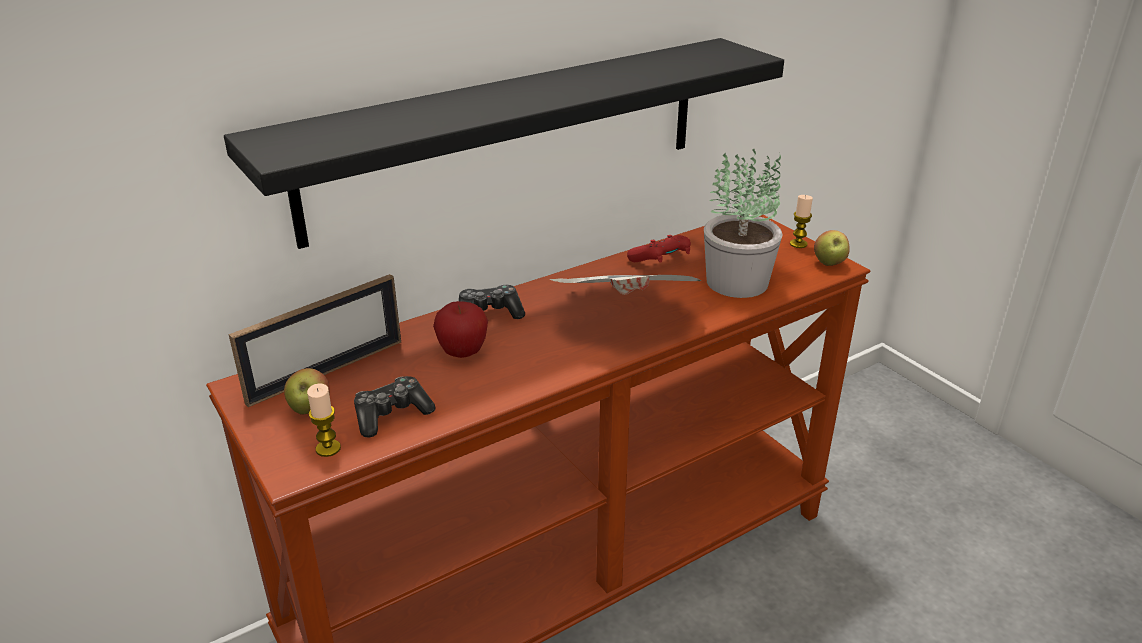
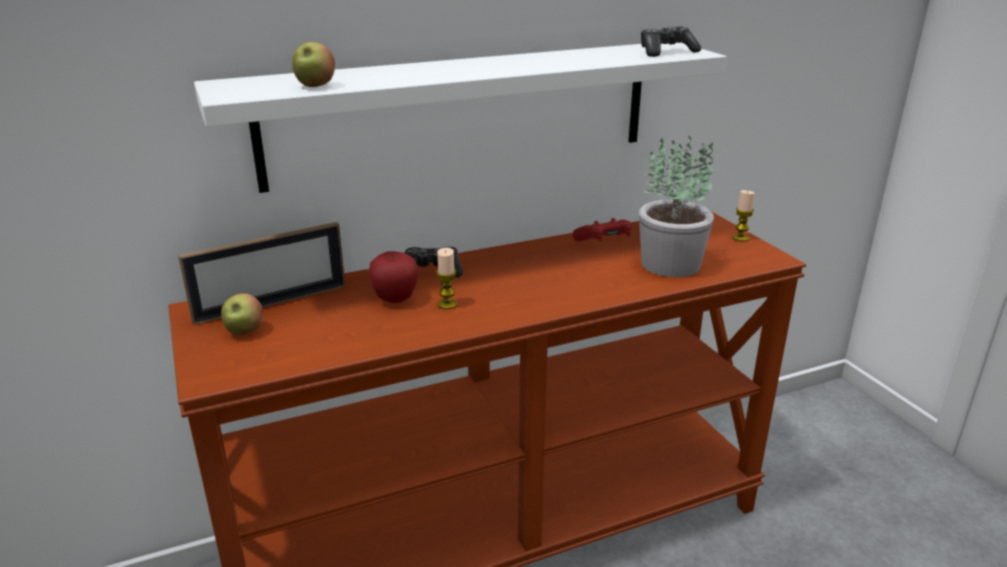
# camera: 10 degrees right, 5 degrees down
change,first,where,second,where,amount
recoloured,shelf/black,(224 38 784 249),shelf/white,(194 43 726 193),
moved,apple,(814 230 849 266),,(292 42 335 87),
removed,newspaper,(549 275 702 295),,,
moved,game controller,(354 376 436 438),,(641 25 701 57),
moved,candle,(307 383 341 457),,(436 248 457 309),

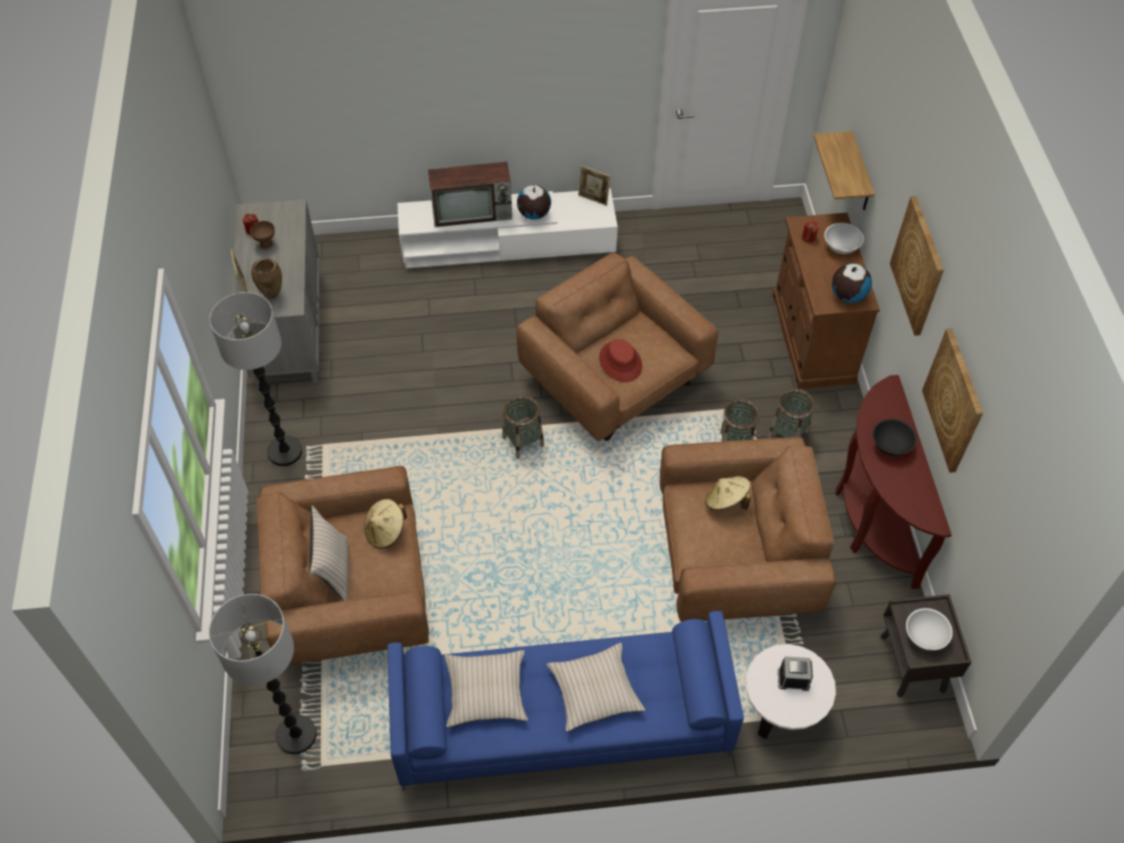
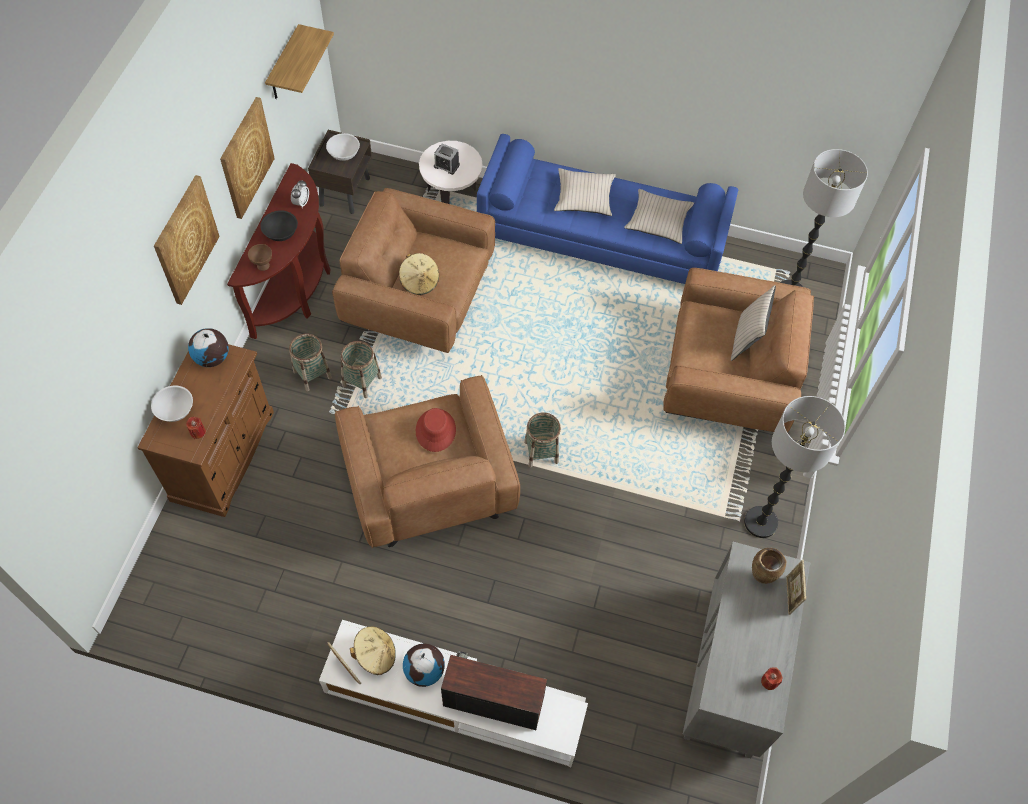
# camera: 160 degrees left, 5 degrees up
change,first,where,second,where,amount
moved,shelf,(814 131 875 210),,(265 24 334 99),
moved,bowl/brown,(250 221 275 249),,(248 244 272 271),
moved,hat/beige,(364 499 407 549),,(350 627 396 675),
added,,,alarm clock,(291 180 309 208),

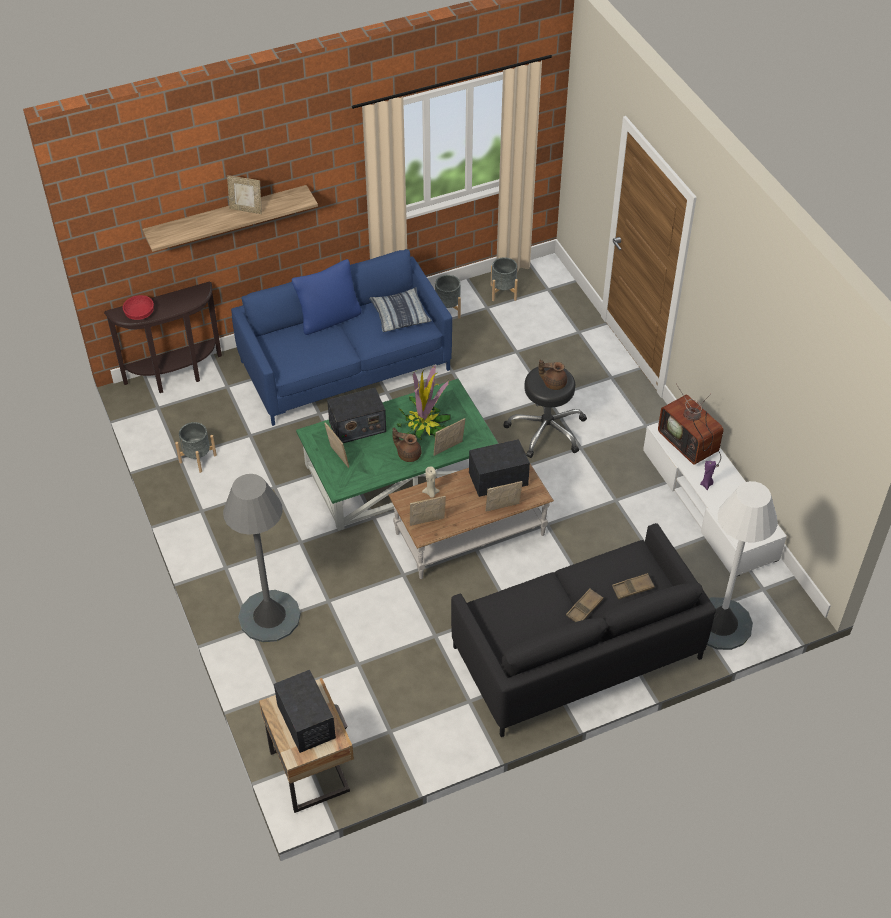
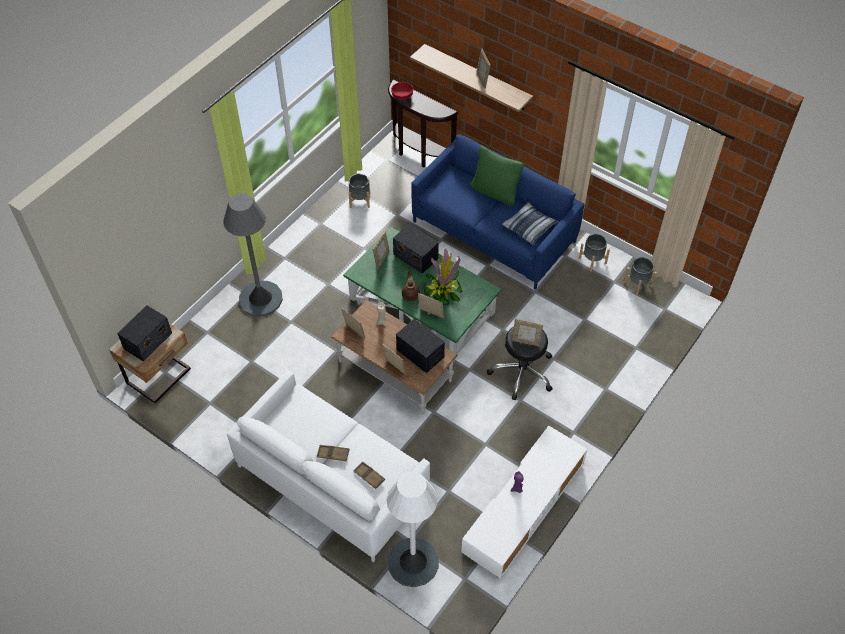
# camera: 60 degrees right, 5 degrees up
change,first,where,second,where,amount
recoloured,pillow/blue,(292 259 361 335),pillow/green,(470 145 524 206),
replaced,teapot/brown,(538 360 567 390),picture frame,(512 319 543 347),
removed,television,(658 384 723 467),,,
recoloured,sofa/black,(451 523 716 737),sofa/white,(227 370 430 562),

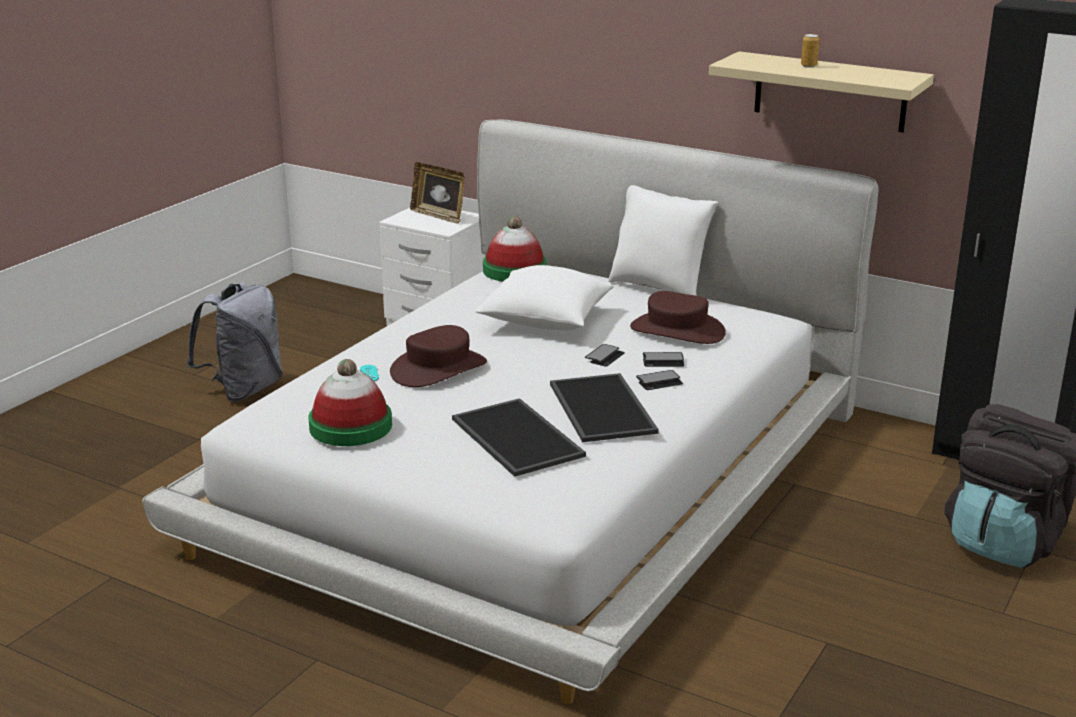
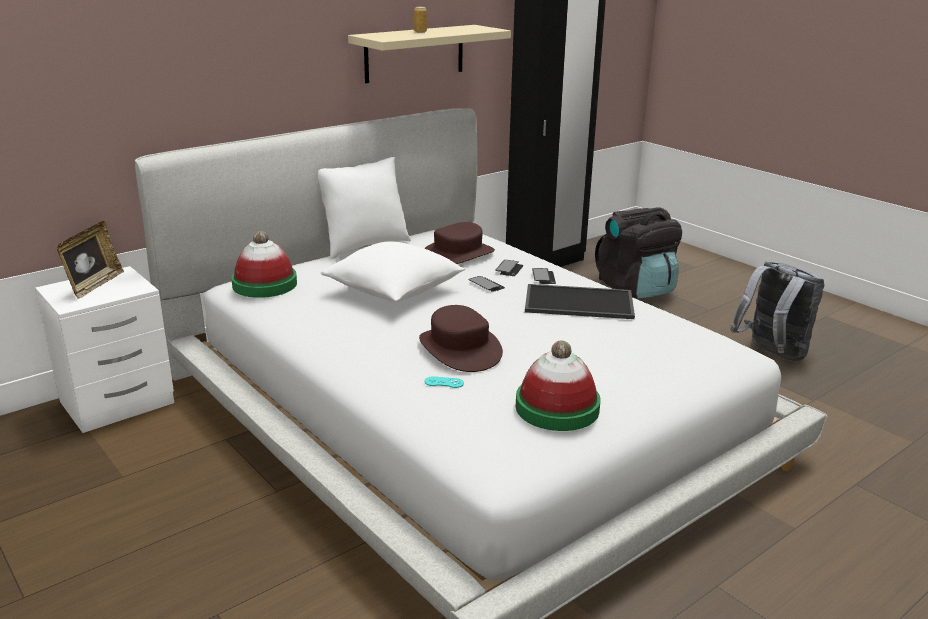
# camera: 70 degrees left, 0 degrees up
change,first,where,second,where,amount
turned,picture frame,(410 162 465 224),,(57 221 124 298),45 degrees counterclockwise
moved,backpack/grey,(187 282 283 401),,(731 262 825 362),
removed,tray,(452 398 586 477),,,

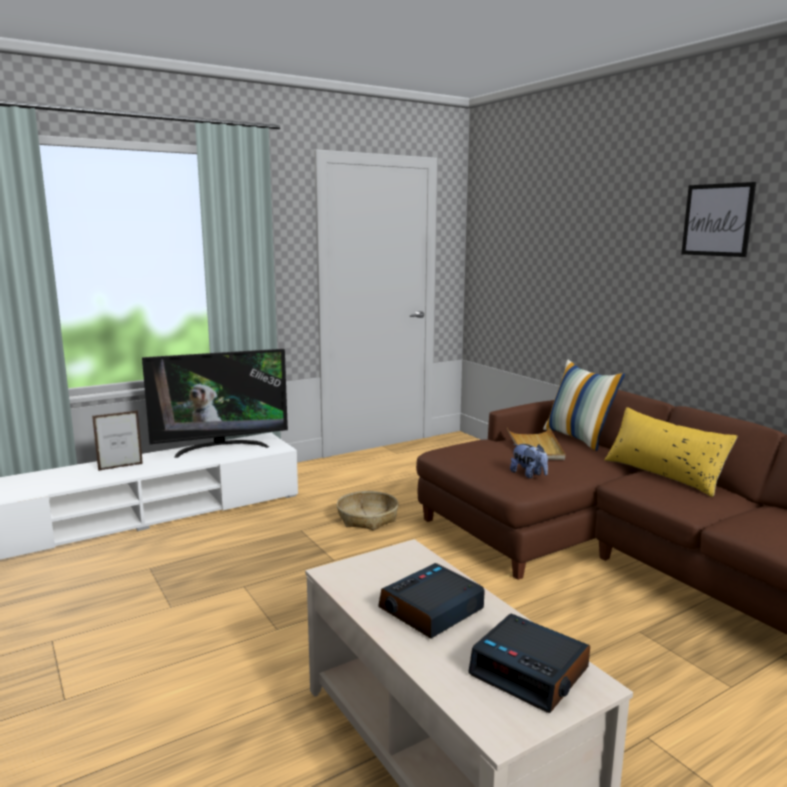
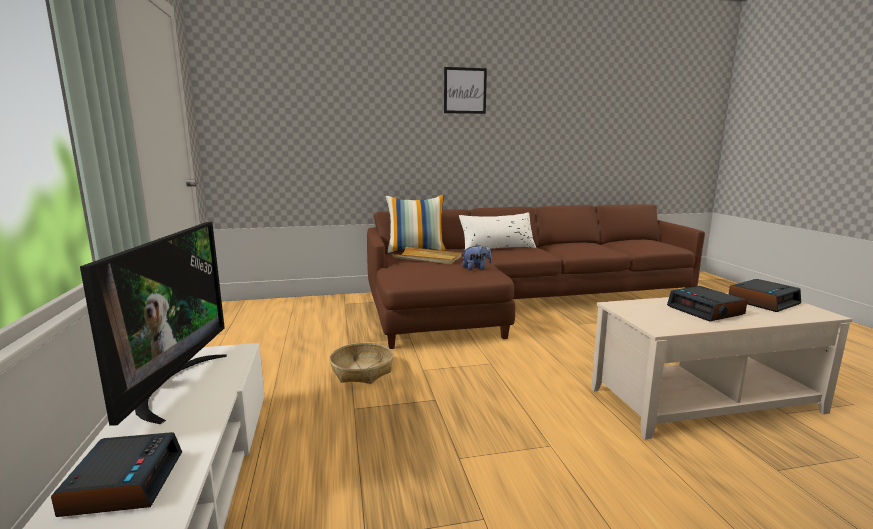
# camera: 70 degrees left, 0 degrees up
change,first,where,second,where,amount
recoloured,pillow/yellow,(604 407 738 497),pillow/white,(459 212 536 249),
replaced,picture frame,(92 410 143 471),alarm clock,(51 432 182 517),

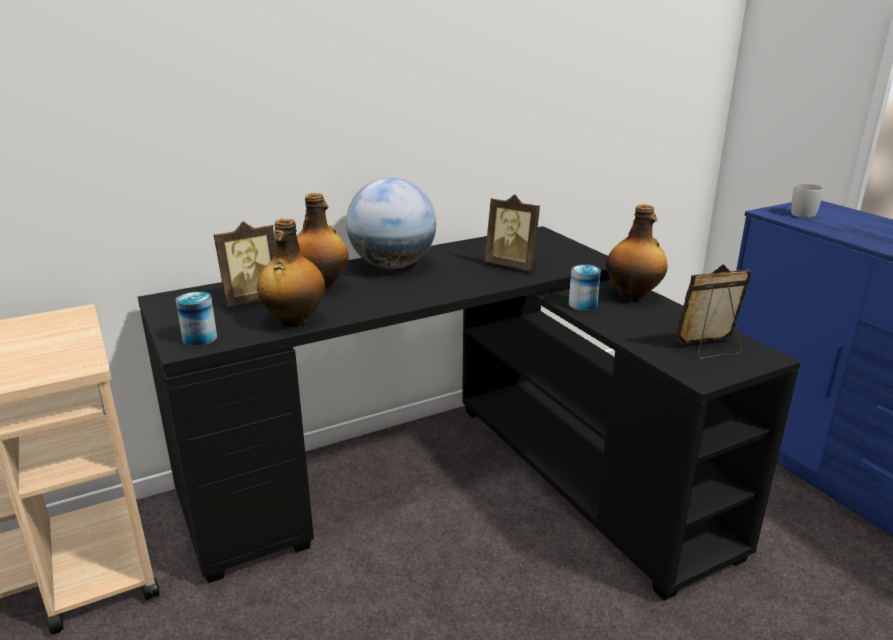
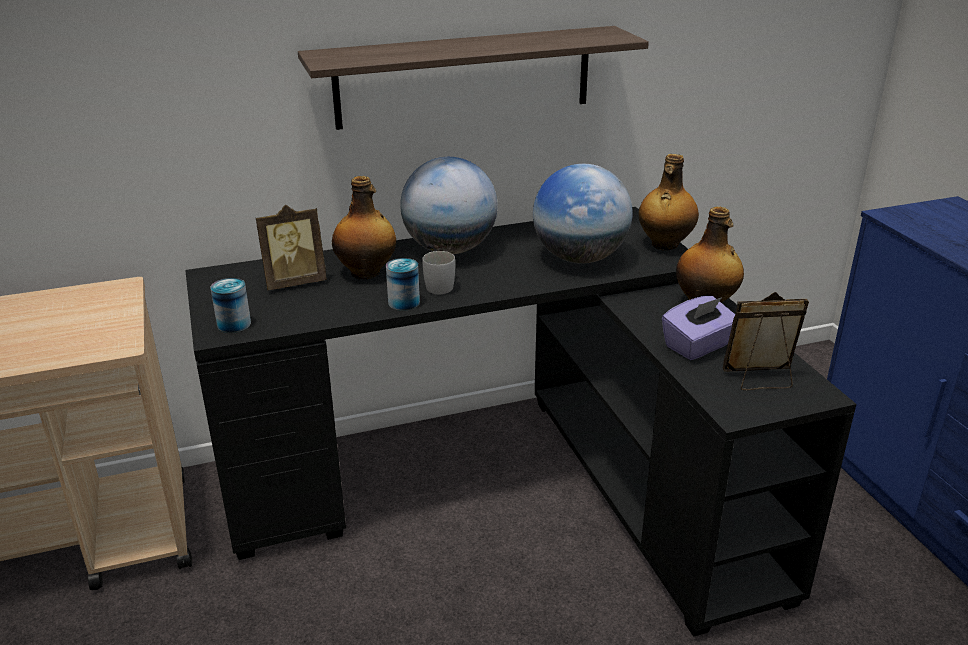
# camera: 10 degrees right, 5 degrees up
change,first,where,second,where,amount
moved,mug/white,(791 183 824 218),,(423 251 455 294),
replaced,picture frame,(485 194 540 271),globe,(533 164 633 264),
moved,bottle,(257 219 325 327),,(638 154 699 250),
moved,can,(569 264 601 311),,(386 258 420 311),
added,,,shelf,(298 26 649 130),
added,,,tissue box/purple,(662 296 735 360),

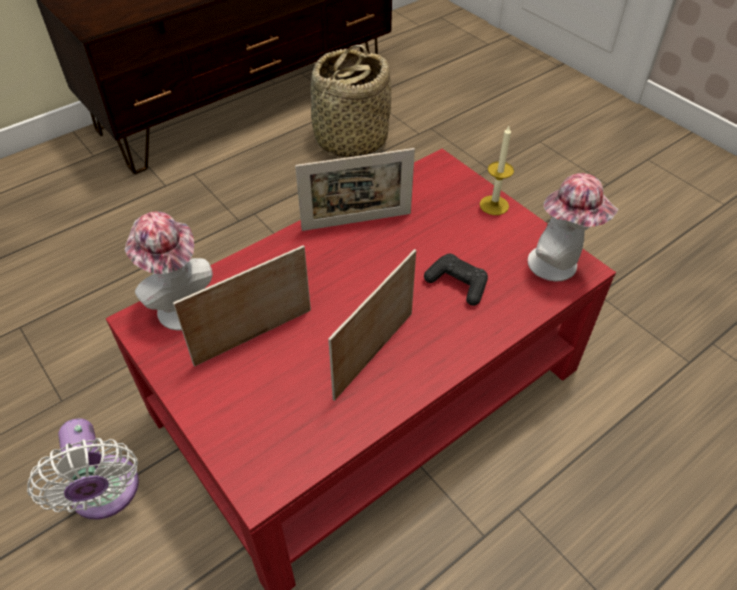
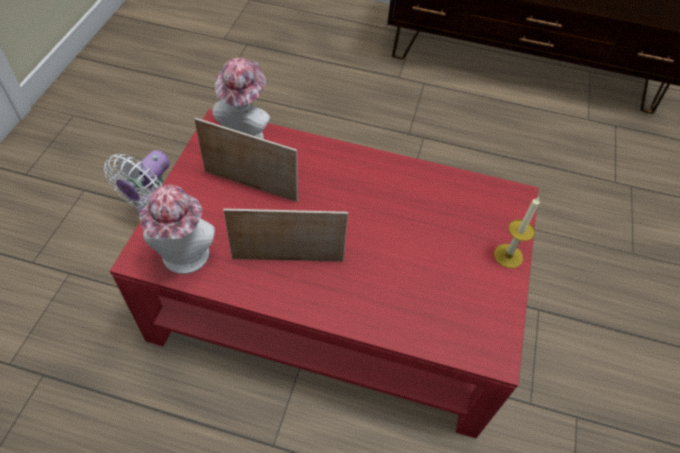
# camera: 50 degrees right, 5 degrees up
change,first,where,second,where,amount
removed,basket,(311 45 391 157),,,
removed,picture frame,(295 148 415 231),,,
moved,hat,(527 173 619 282),,(139 185 215 274),
removed,game controller/black,(424 254 488 306),,,

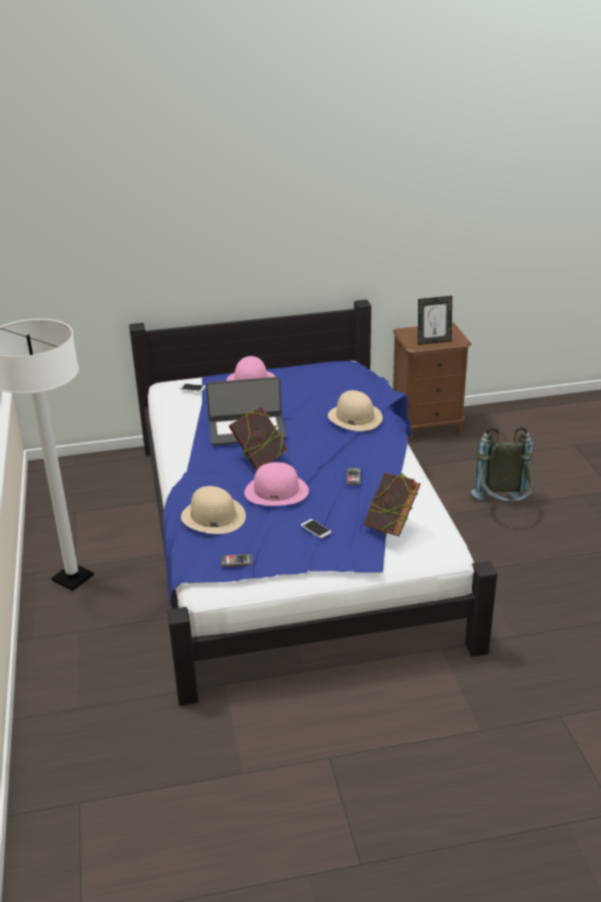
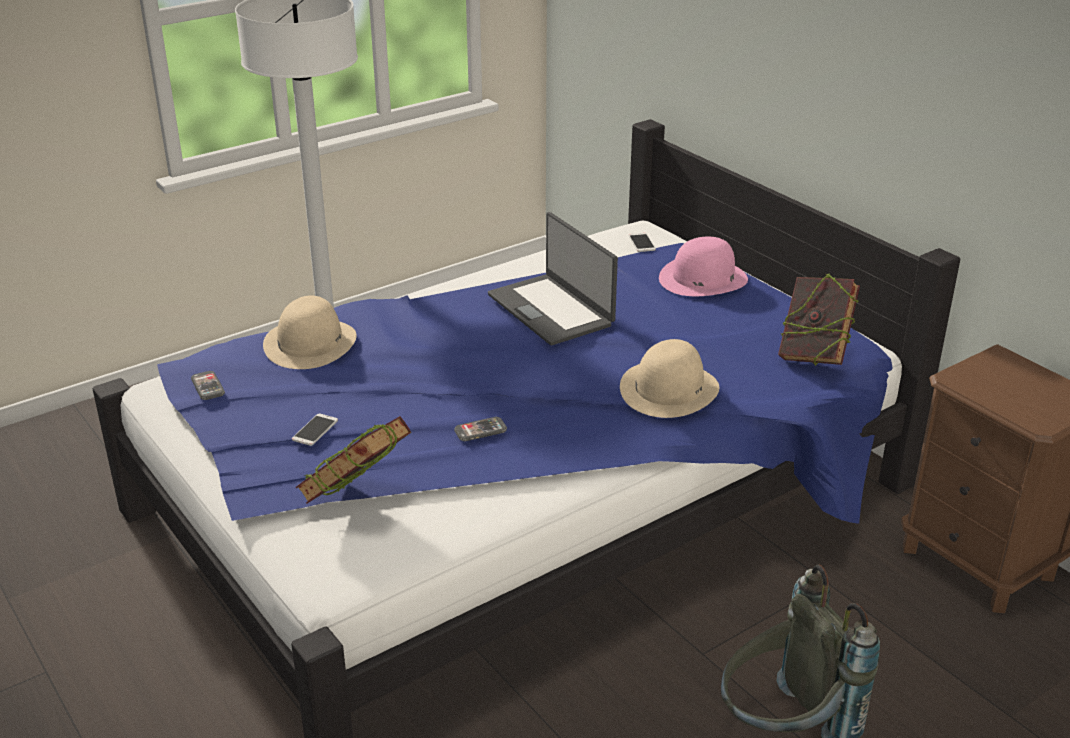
# camera: 65 degrees right, 0 degrees up
change,first,where,second,where,amount
removed,picture frame,(418 296 452 345),,,
moved,book,(229 407 289 470),,(778 273 860 366),
removed,hat/pink,(244 462 309 506),,,

